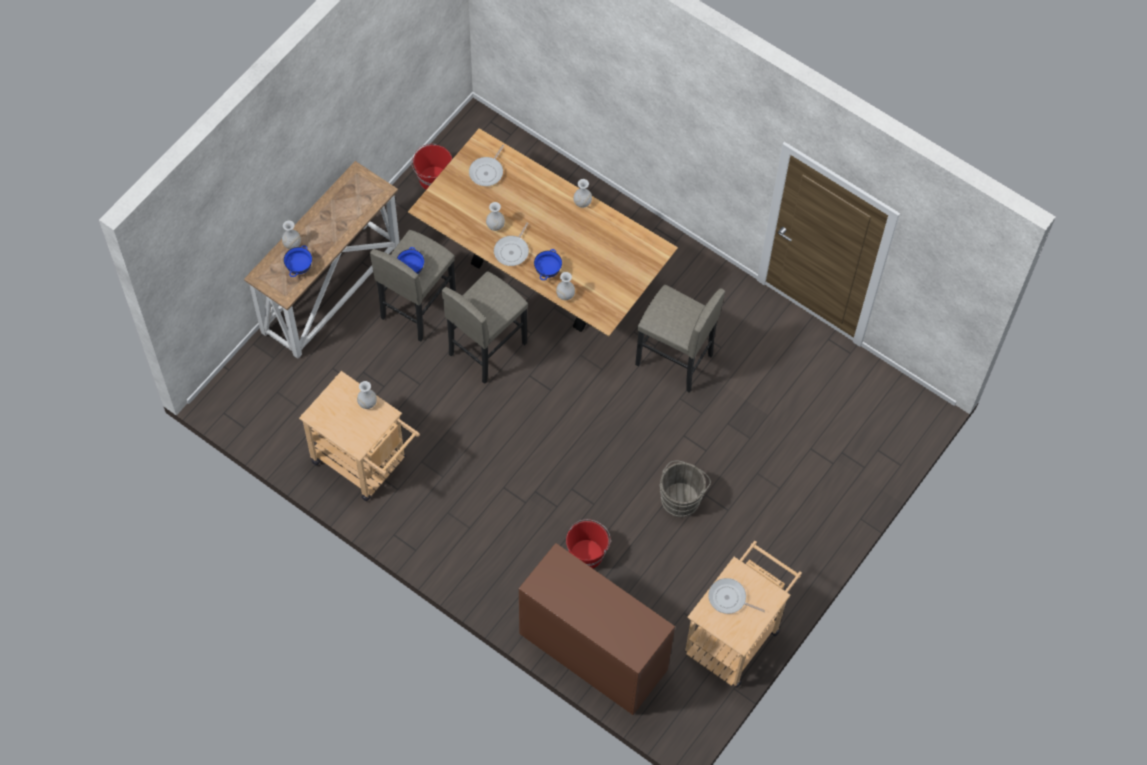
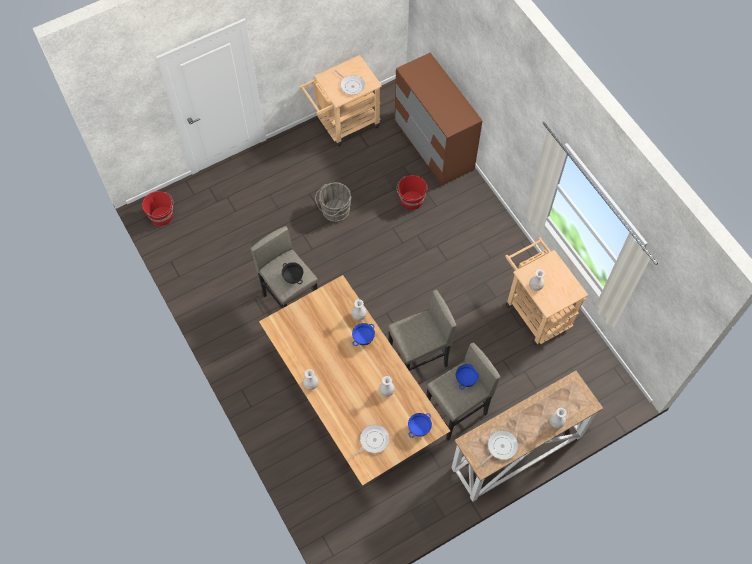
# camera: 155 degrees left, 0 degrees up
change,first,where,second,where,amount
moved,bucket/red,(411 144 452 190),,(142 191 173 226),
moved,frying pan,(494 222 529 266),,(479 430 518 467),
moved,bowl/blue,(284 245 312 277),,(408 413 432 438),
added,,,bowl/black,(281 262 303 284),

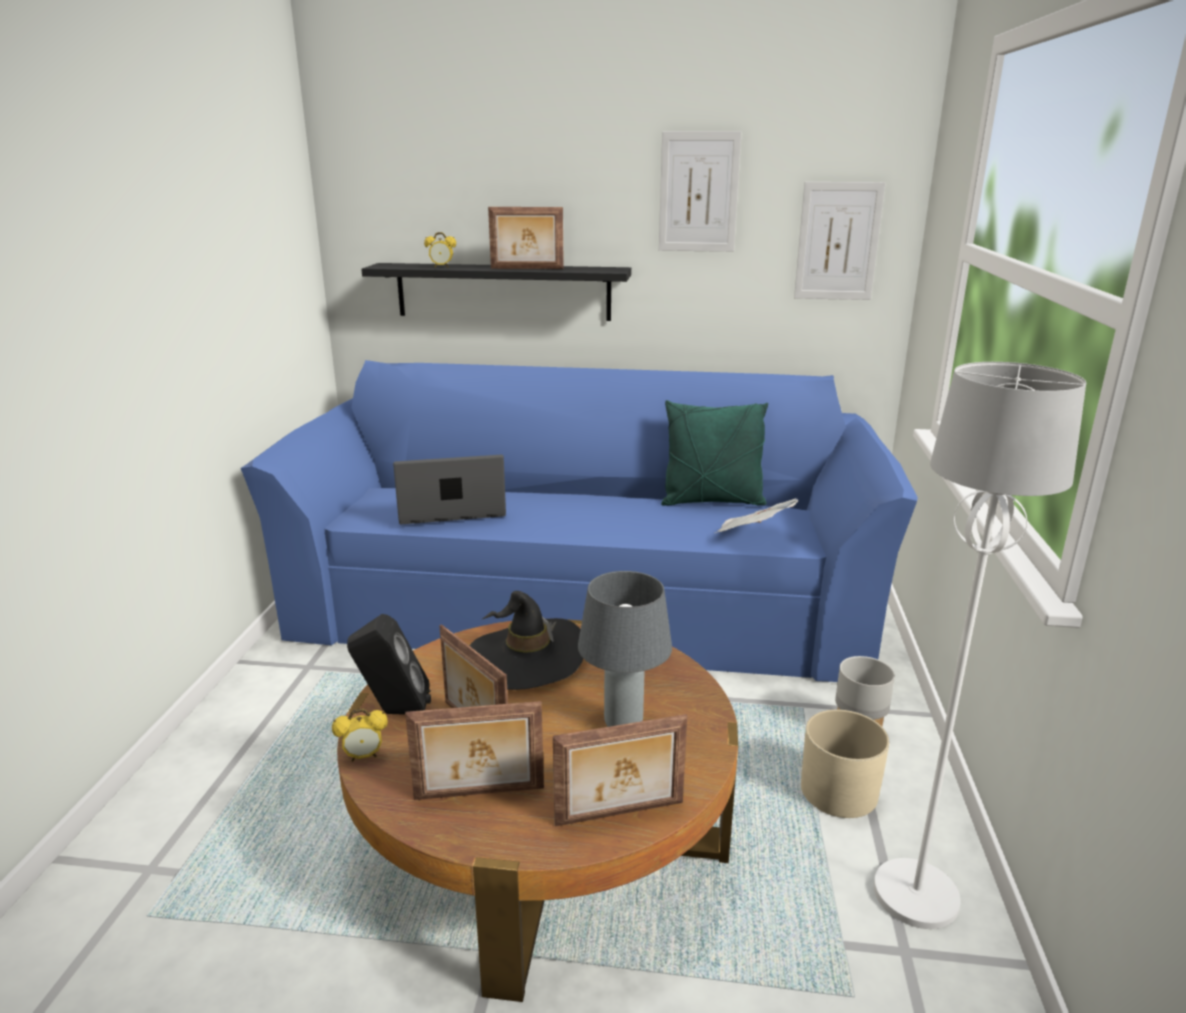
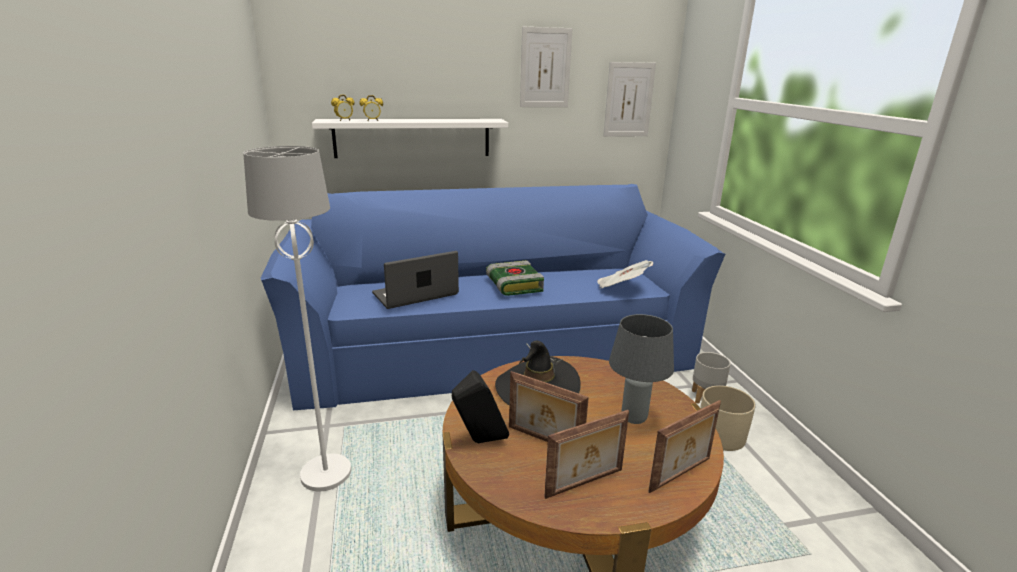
# camera: 20 degrees left, 0 degrees up
change,first,where,second,where,amount
removed,picture frame,(488 207 564 269),,,
recoloured,shelf/black,(361 263 631 321),shelf/white,(312 119 508 158),
moved,floor lamp/white,(874 362 1086 929),,(243 146 351 491),
removed,pillow/green,(661 400 768 506),,,
moved,alarm clock,(332 708 388 762),,(331 95 354 121),
added,,,book,(486 261 544 296),

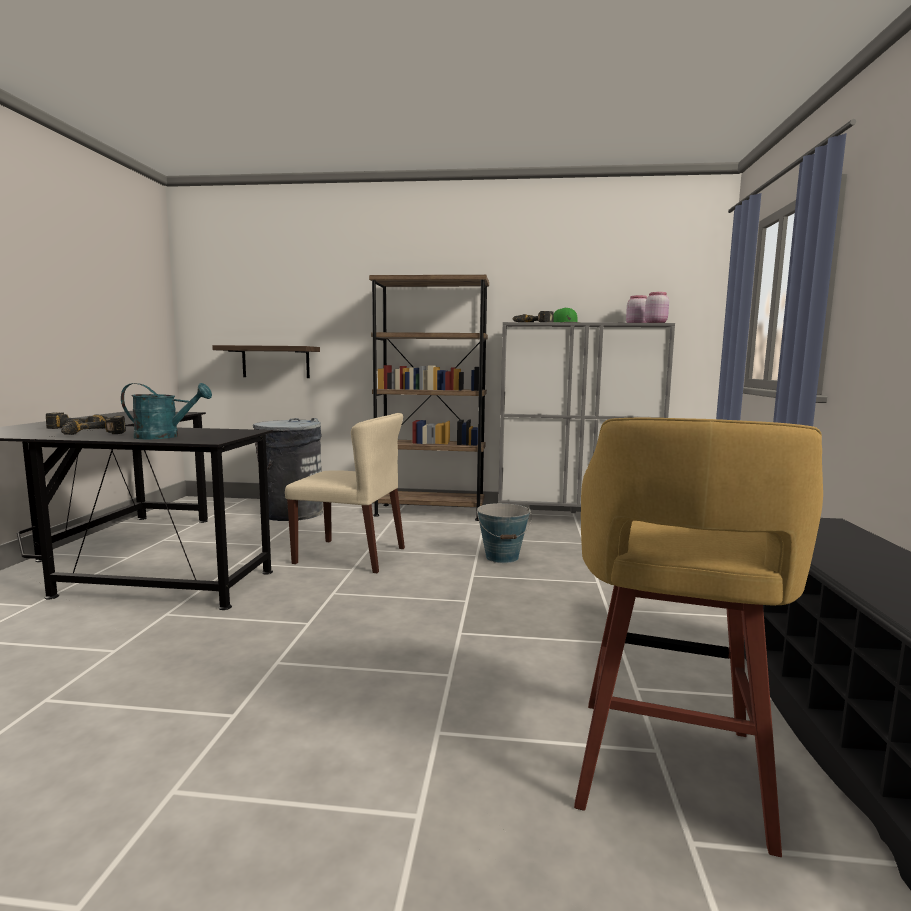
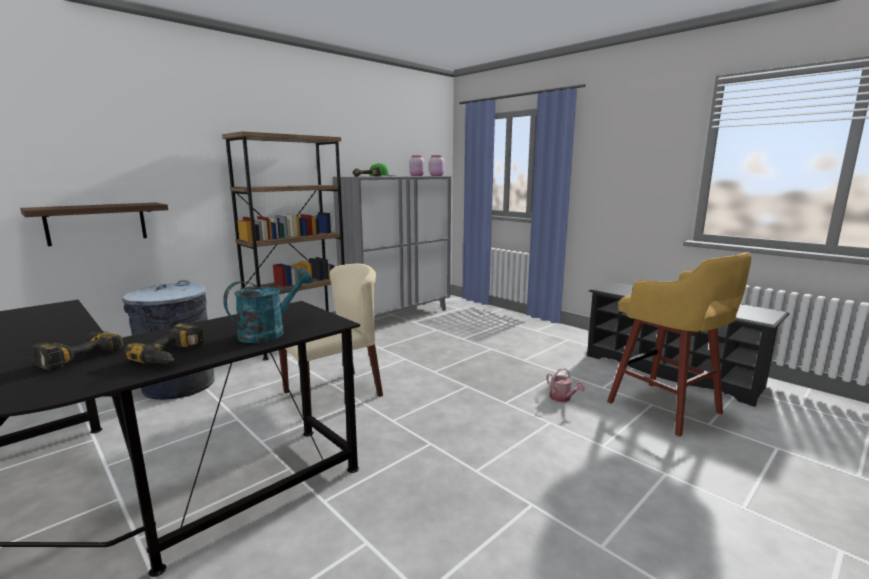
# camera: 50 degrees left, 5 degrees up
change,first,where,second,where,amount
removed,bucket,(477 503 532 563),,,
added,,,watering can,(546 368 585 402),

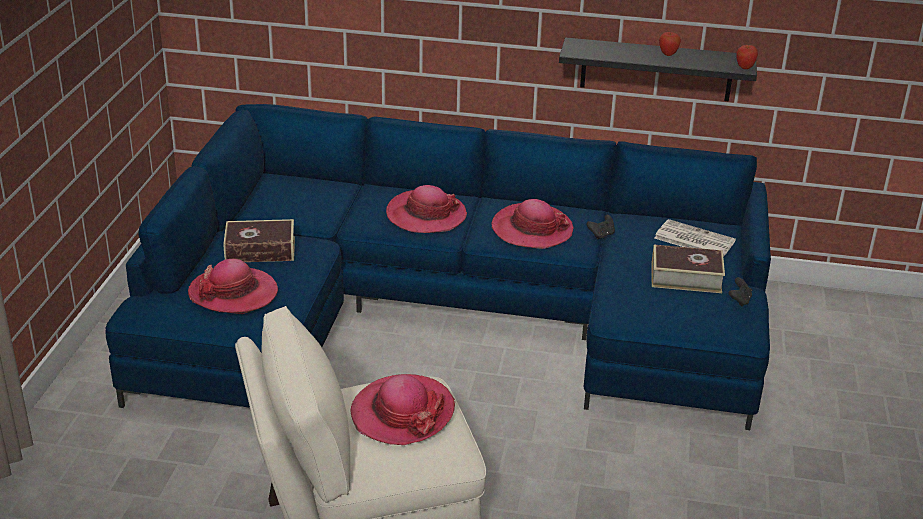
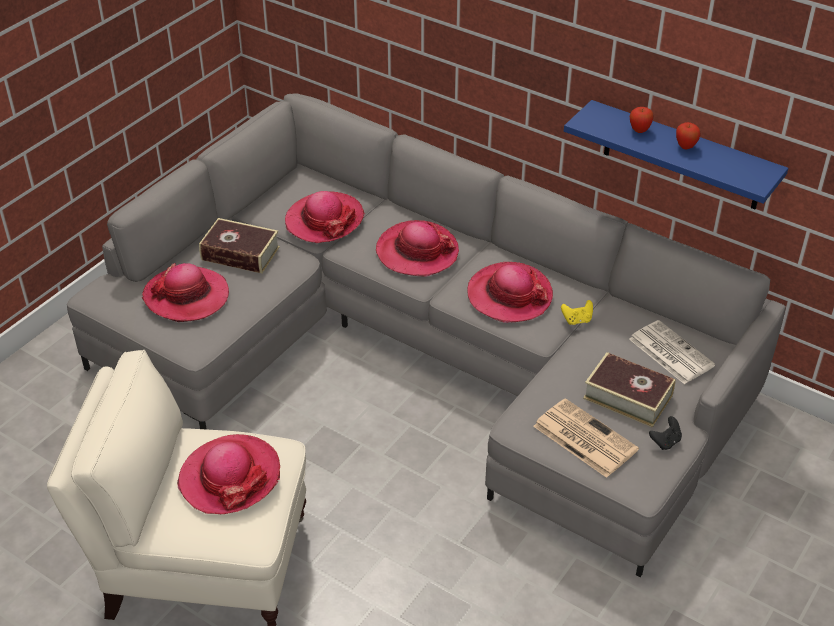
# camera: 25 degrees right, 10 degrees up
change,first,where,second,where,amount
recoloured,shelf/black,(559 37 757 101),shelf/blue,(564 100 788 209),
moved,apple,(736 45 758 69),,(630 107 654 133),
recoloured,sofa/blue,(105 104 771 430),sofa/grey,(67 93 786 577),
recoloured,game controller/black,(586 215 615 239),game controller/yellow,(561 300 593 325),
added,,,hat,(285 191 365 243),
added,,,newspaper,(533 398 639 478),

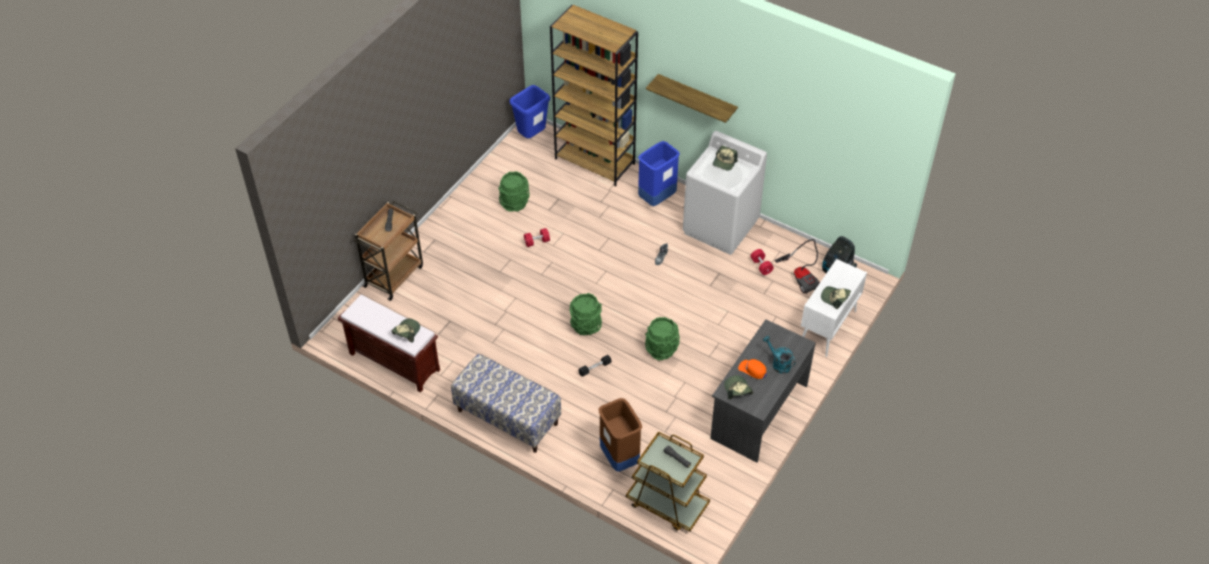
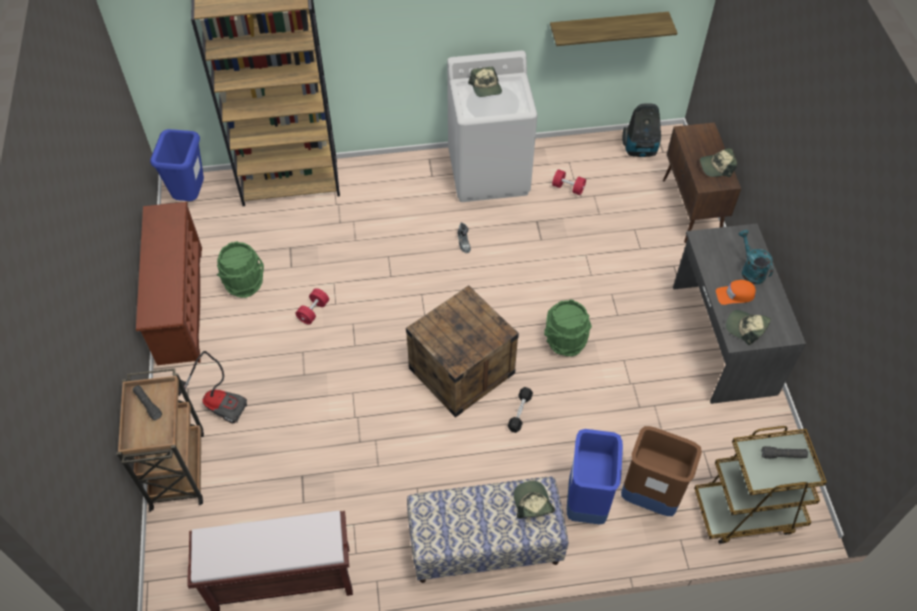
# camera: 40 degrees left, 5 degrees up
change,first,where,second,where,amount
moved,shelf,(646 74 738 123),,(550 12 677 46),
moved,trash can/blue,(638 141 680 206),,(567 429 623 525),
moved,vacuum cleaner,(774 239 820 294),,(178 351 247 423),
recoloured,cabinet/white,(801 259 867 357),cabinet/brown,(663 122 741 243),
replaced,bucket/green,(569 293 602 335),crate,(406 285 519 418),
moved,cap,(391 319 420 343),,(514 481 555 519),
turned,watering can/turquoise,(763 336 796 374),,(738 230 773 284),60 degrees clockwise
added,,,shoe rack/brown,(136 202 202 365),

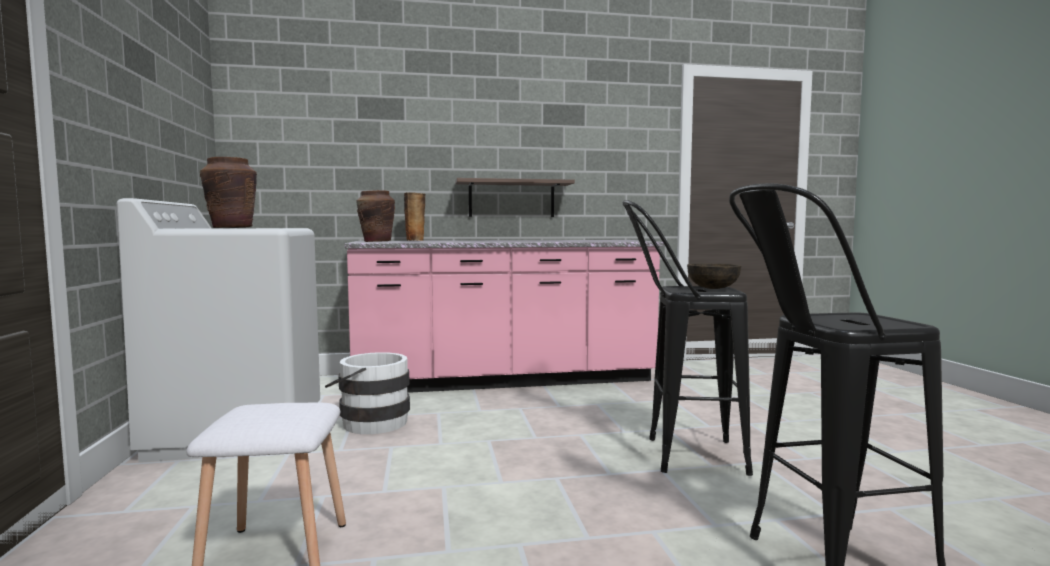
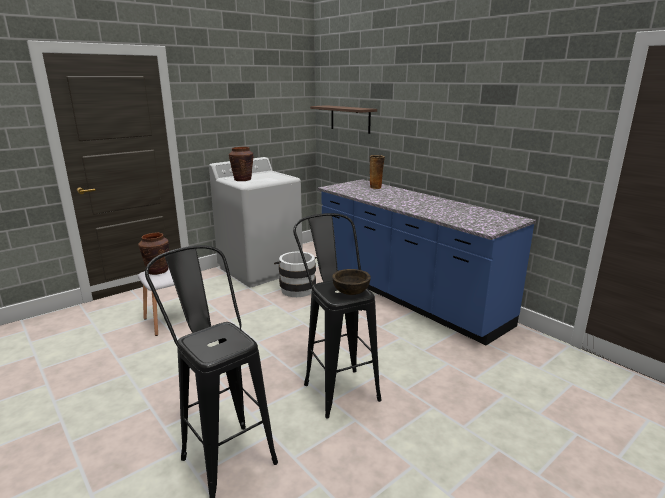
# camera: 60 degrees right, 15 degrees up
change,first,where,second,where,amount
moved,shelf,(455 178 575 217),,(310 105 377 134),
moved,vase/brown,(357 190 395 242),,(138 233 169 275),
recoloured,counter/pink,(345 240 664 393),counter/blue,(318 179 536 345),

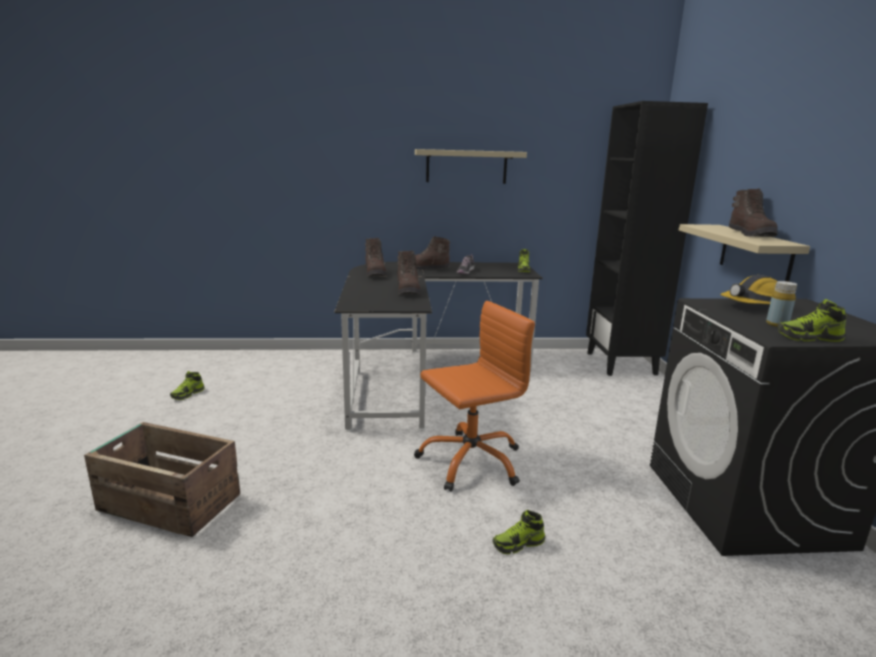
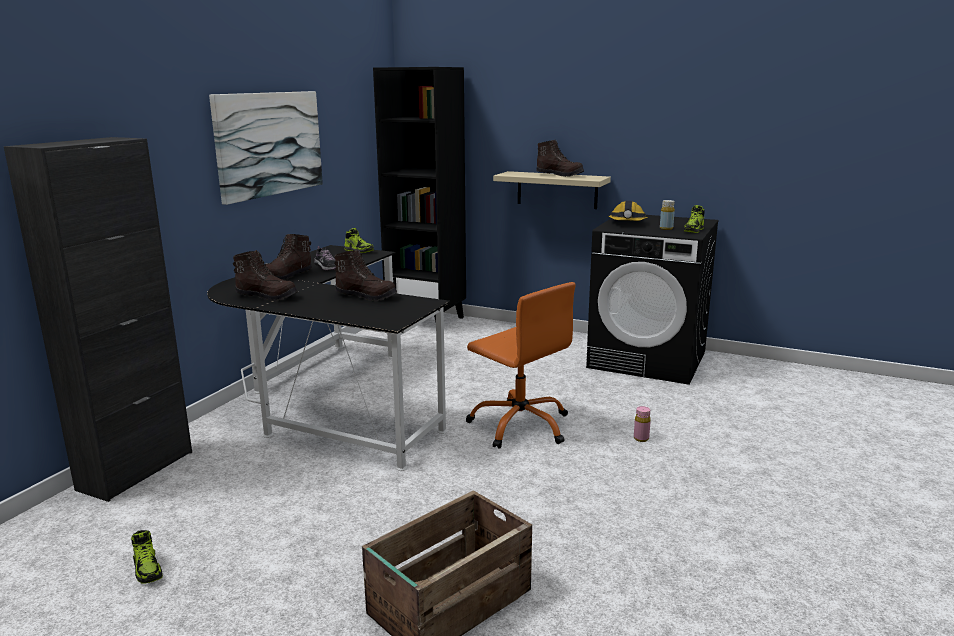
# camera: 60 degrees left, 0 degrees up
change,first,where,second,where,amount
replaced,shelf/beige,(415 149 527 184),picture,(209 91 323 205),
turned,office chair/orange,(414 301 535 492),,(465 282 576 449),135 degrees clockwise
replaced,shoe,(493 510 545 554),bottle/pink,(634 406 651 442),
added,,,cabinet/black,(4 137 192 502),

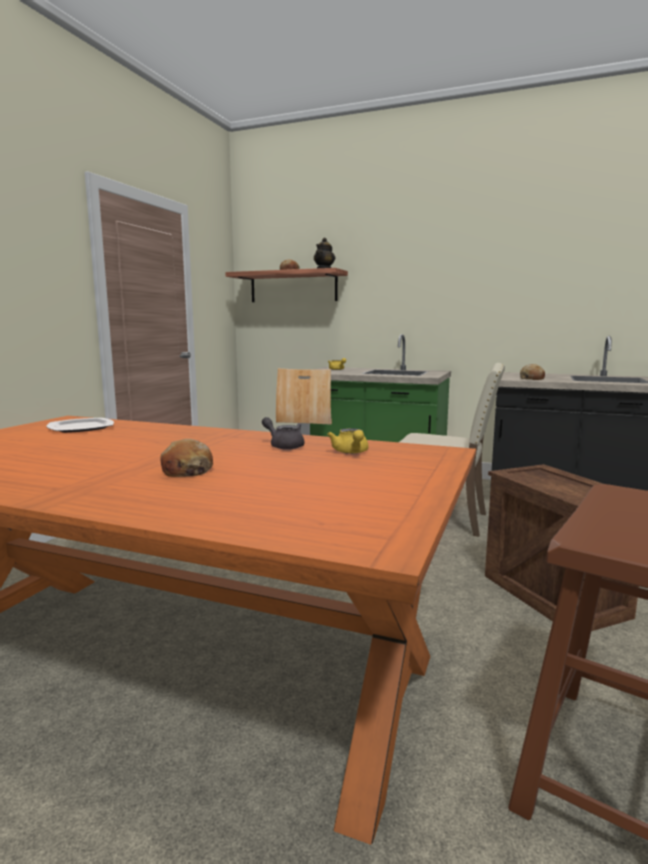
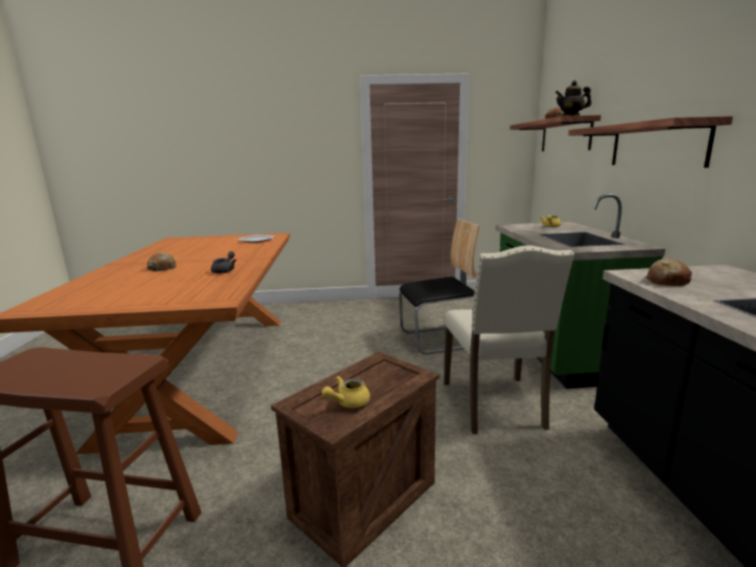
# camera: 65 degrees right, 5 degrees up
change,first,where,second,where,amount
moved,teapot/yellow,(327 428 369 454),,(322 376 370 408),
added,,,shelf,(568 116 733 168),

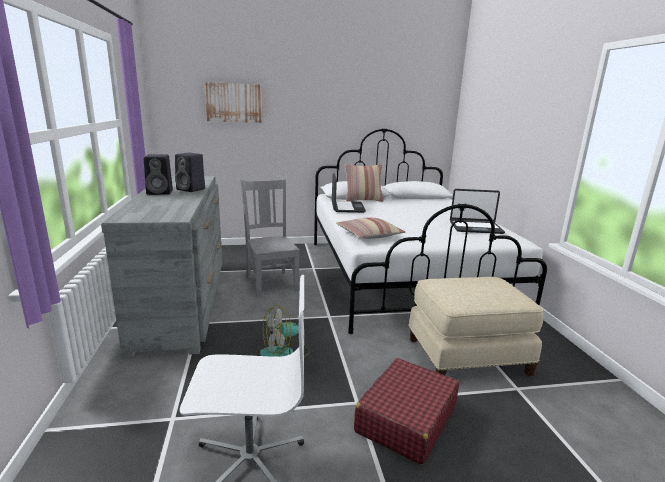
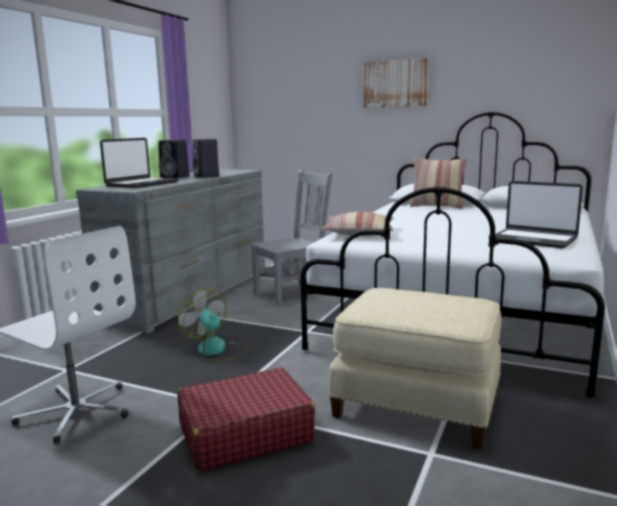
# camera: 35 degrees right, 5 degrees down
change,first,where,second,where,amount
moved,picture,(205 82 263 123),,(363 58 431 108),
moved,laptop,(332 173 366 213),,(100 138 178 188),
turned,chair/grey,(240 177 300 297),,(251 170 333 306),45 degrees clockwise
turned,fan,(260 305 310 357),,(178 289 249 362),45 degrees clockwise

